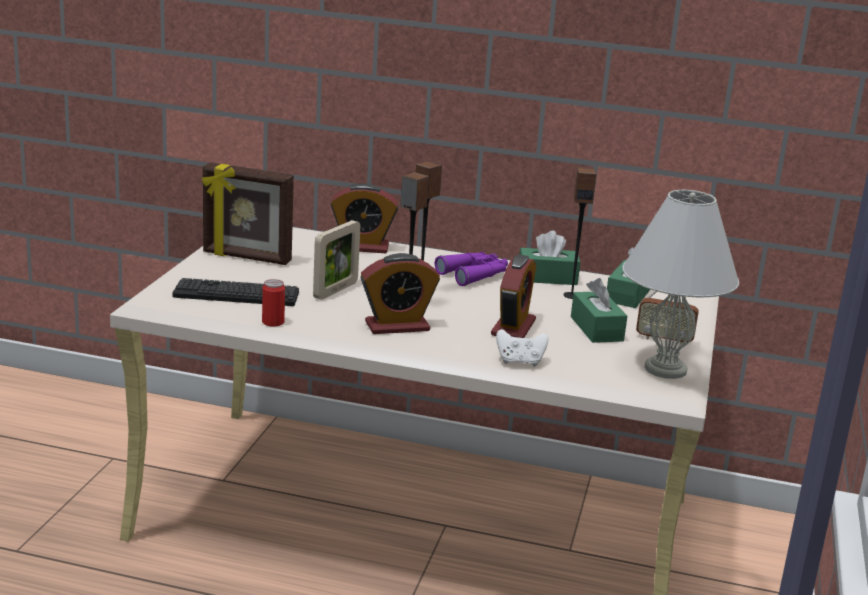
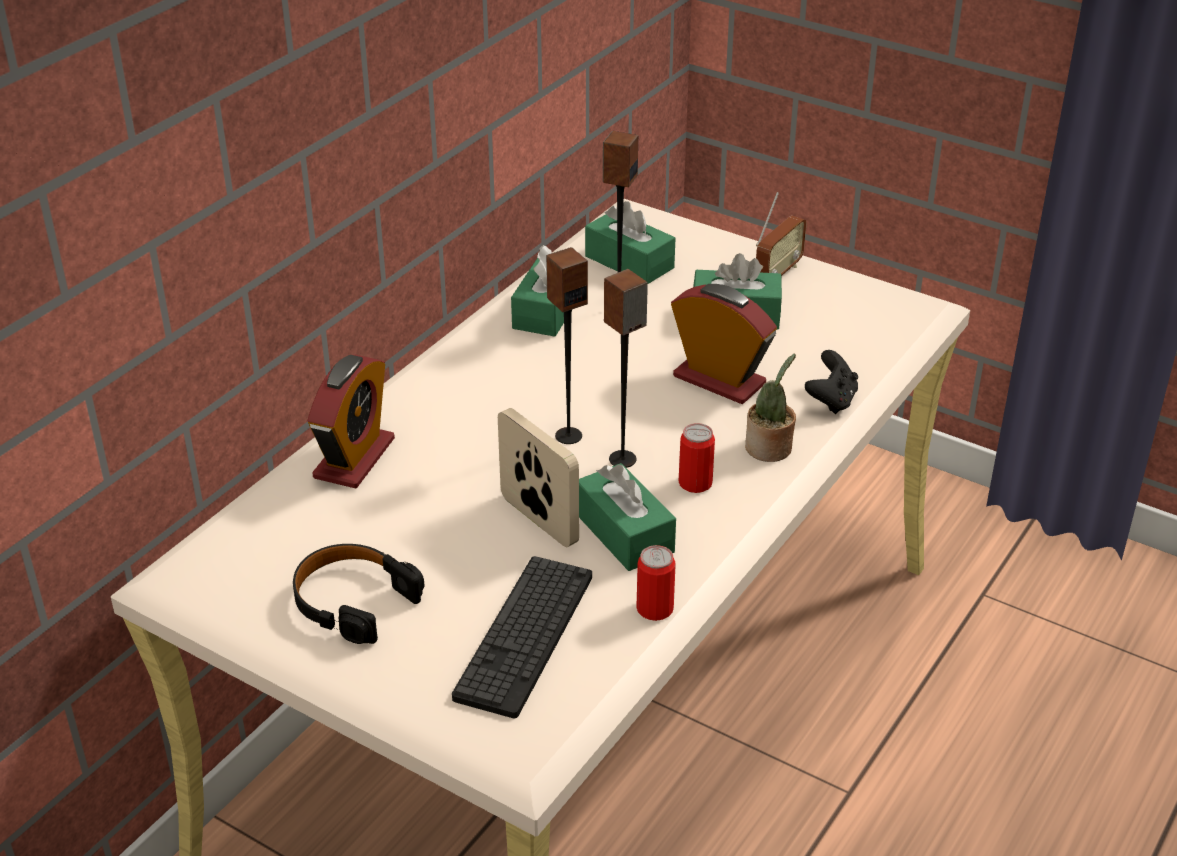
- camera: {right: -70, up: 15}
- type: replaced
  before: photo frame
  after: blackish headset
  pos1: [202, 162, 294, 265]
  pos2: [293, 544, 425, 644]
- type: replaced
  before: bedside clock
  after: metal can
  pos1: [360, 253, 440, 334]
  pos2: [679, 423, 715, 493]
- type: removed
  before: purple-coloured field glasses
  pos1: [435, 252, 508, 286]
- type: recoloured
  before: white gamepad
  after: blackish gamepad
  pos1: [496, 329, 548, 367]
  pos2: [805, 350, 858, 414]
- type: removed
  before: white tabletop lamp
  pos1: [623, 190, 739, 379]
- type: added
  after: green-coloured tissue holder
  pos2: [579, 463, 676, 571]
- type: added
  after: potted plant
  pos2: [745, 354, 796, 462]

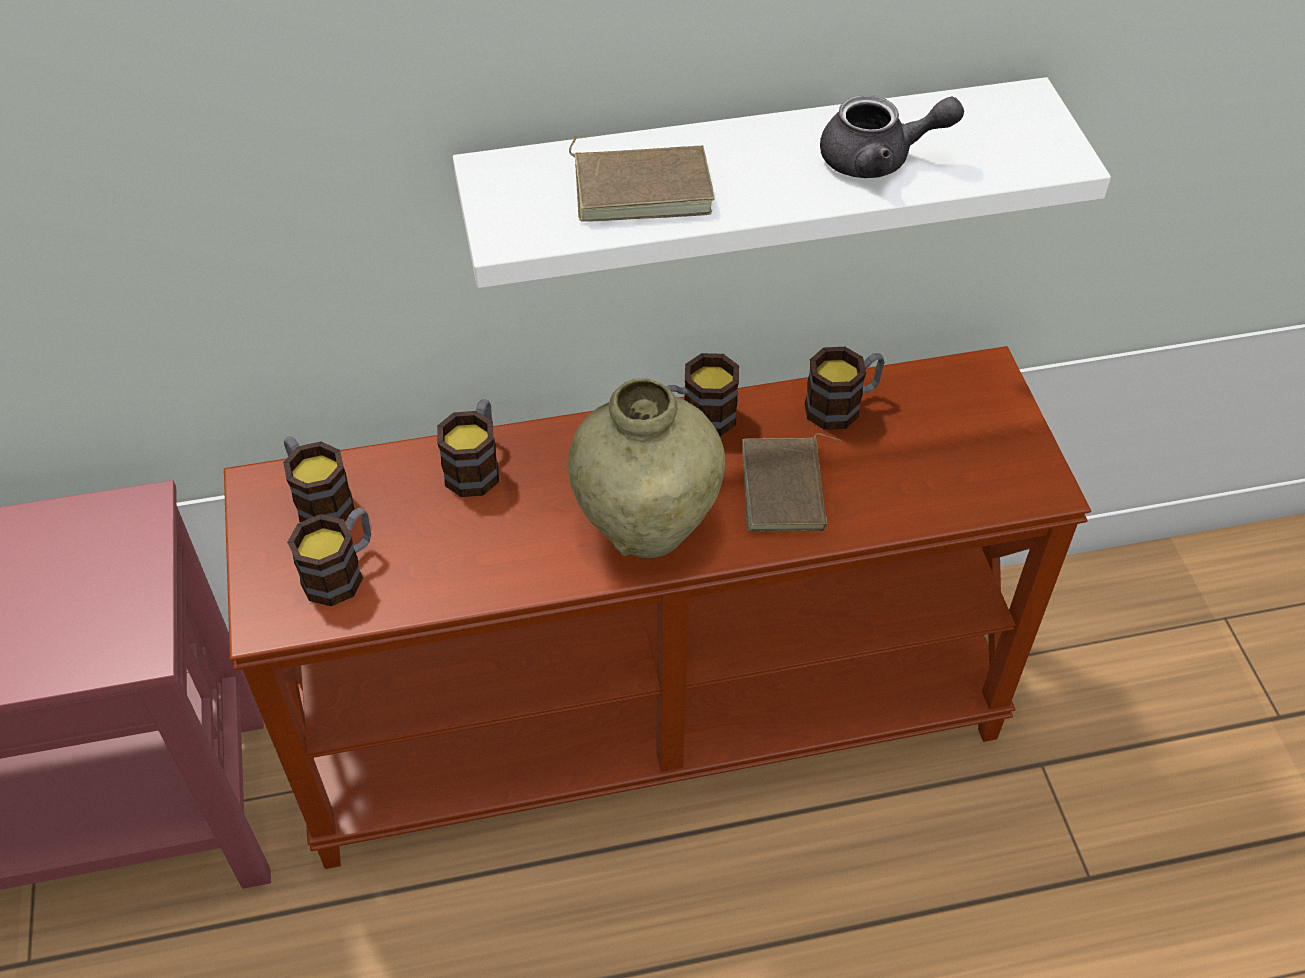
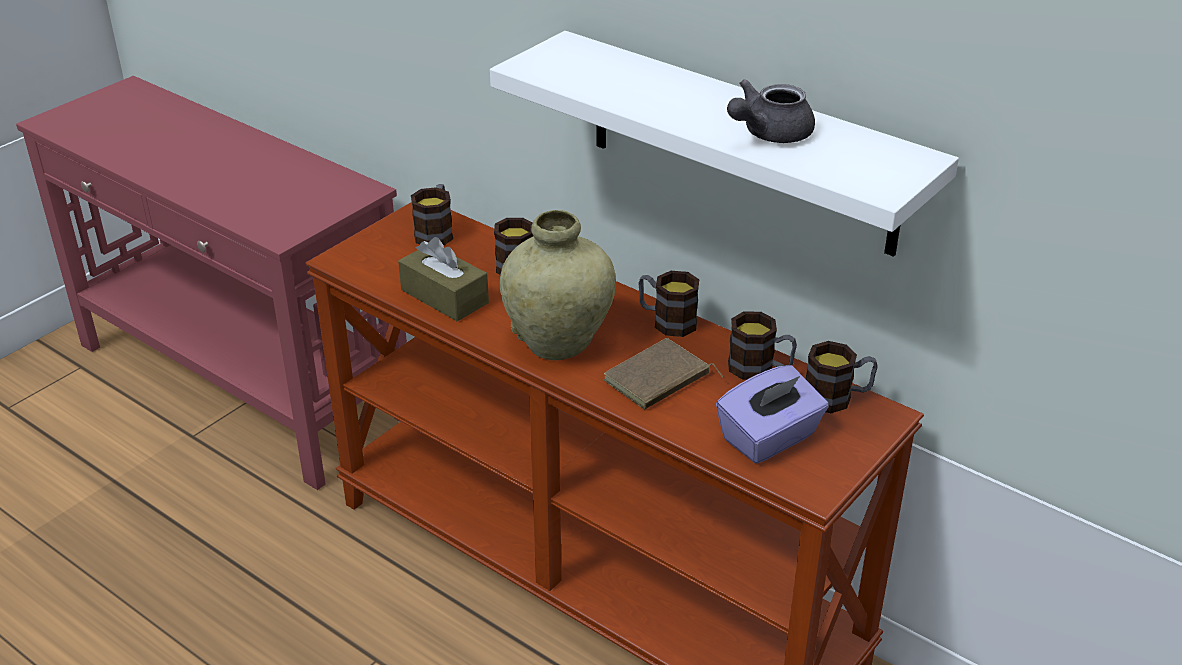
- camera: {right: 50, up: -15}
- type: moved
  before: coffee mug
  pos1: [287, 507, 371, 606]
  pos2: [806, 341, 878, 413]
- type: removed
  before: brown-coloured volume
  pos1: [569, 136, 715, 221]
- type: turned
  before: grey tea pot
  pos1: [820, 95, 964, 178]
  pos2: [727, 79, 815, 143]
  turn: 90
- type: added
  after: brown-coloured tissue holder
  pos2: [398, 237, 489, 321]
- type: added
  after: purple-coloured tissue holder
  pos2: [716, 365, 829, 464]

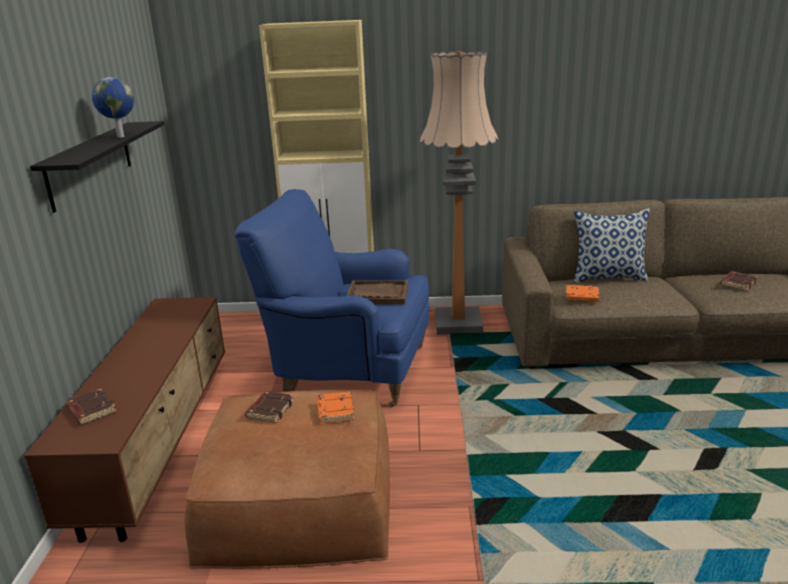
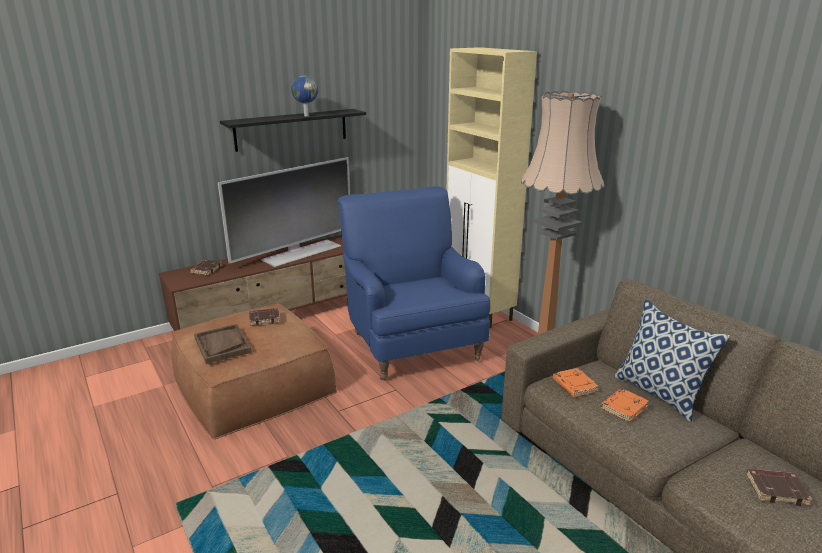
- camera: {right: 55, up: 0}
- type: moved
  before: orange volume
  pos1: [317, 391, 354, 423]
  pos2: [601, 389, 649, 422]
- type: moved
  before: brown-coloured serving tray
  pos1: [346, 280, 408, 305]
  pos2: [194, 324, 252, 364]
- type: added
  after: TV set
  pos2: [218, 157, 350, 267]

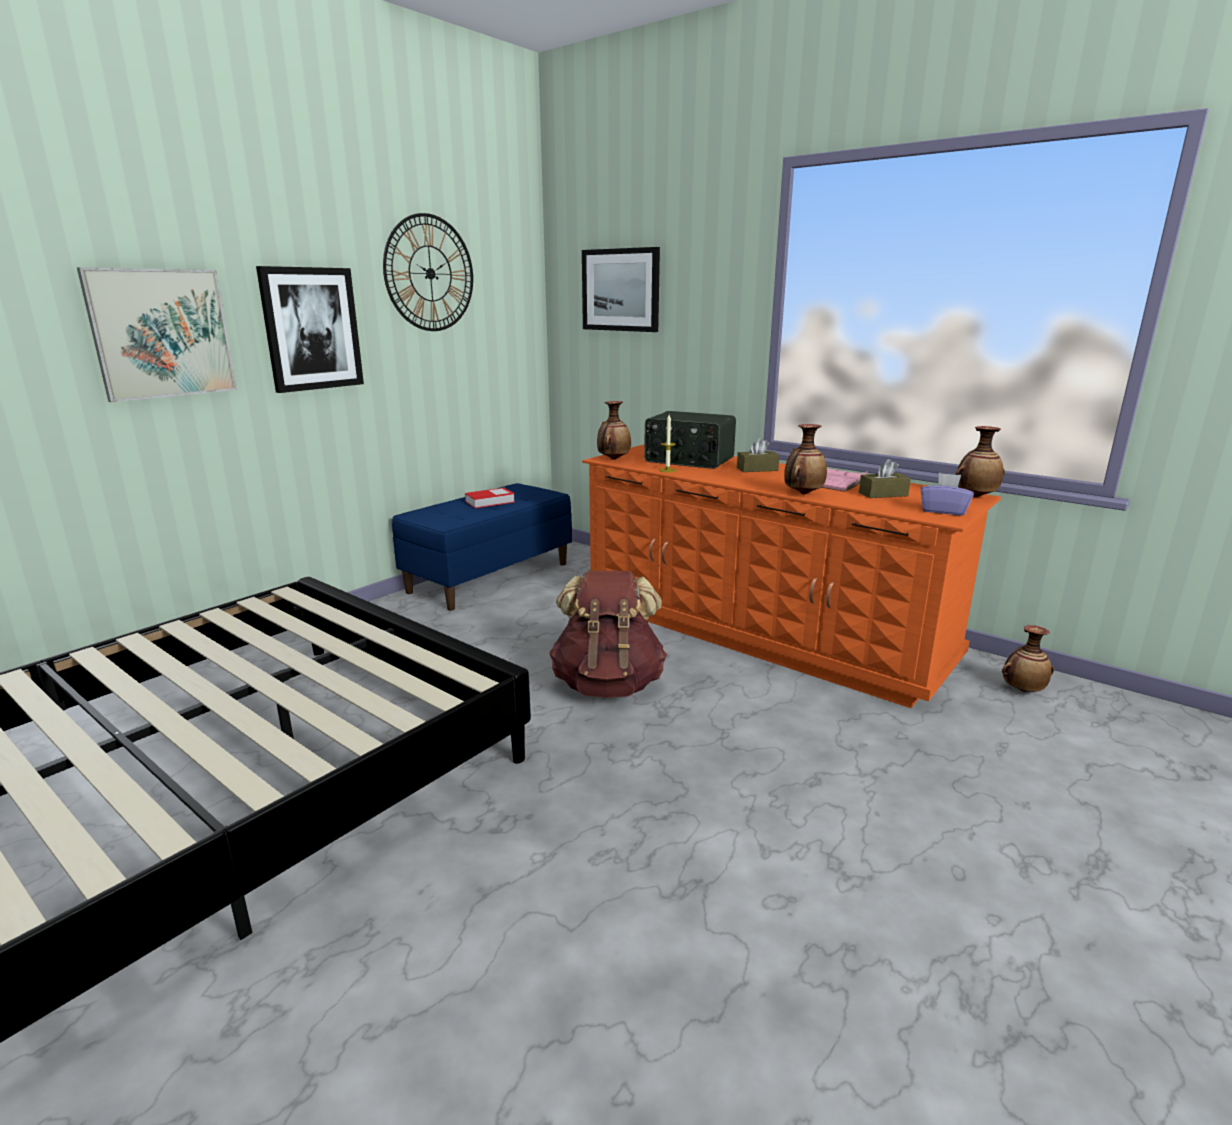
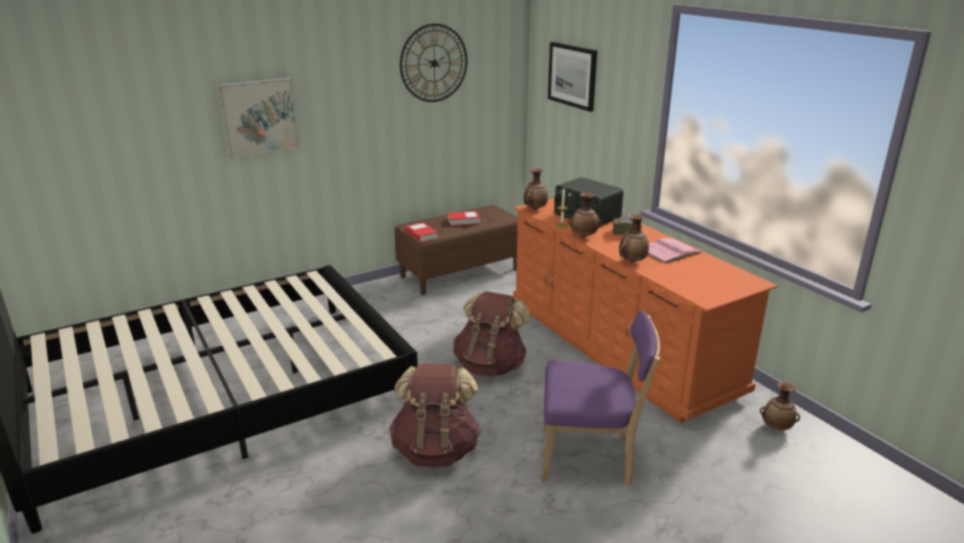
- camera: {right: 20, up: 5}
- type: removed
  before: wall art
  pos1: [256, 266, 364, 393]
- type: recoloured
  before: bluish indoor bench
  after: brown-coloured indoor bench
  pos1: [392, 483, 572, 611]
  pos2: [395, 205, 518, 295]
- type: removed
  before: brown-coloured tissue holder
  pos1: [859, 459, 911, 498]
- type: removed
  before: purple-coloured tissue holder
  pos1: [921, 473, 974, 516]
- type: moved
  before: vase
  pos1: [955, 426, 1005, 497]
  pos2: [568, 193, 602, 237]
- type: added
  after: brown-coloured rucksack
  pos2: [389, 363, 481, 467]
- type: added
  after: volume
  pos2: [406, 222, 438, 243]
- type: added
  after: purple-coloured upright chair
  pos2: [543, 310, 661, 485]

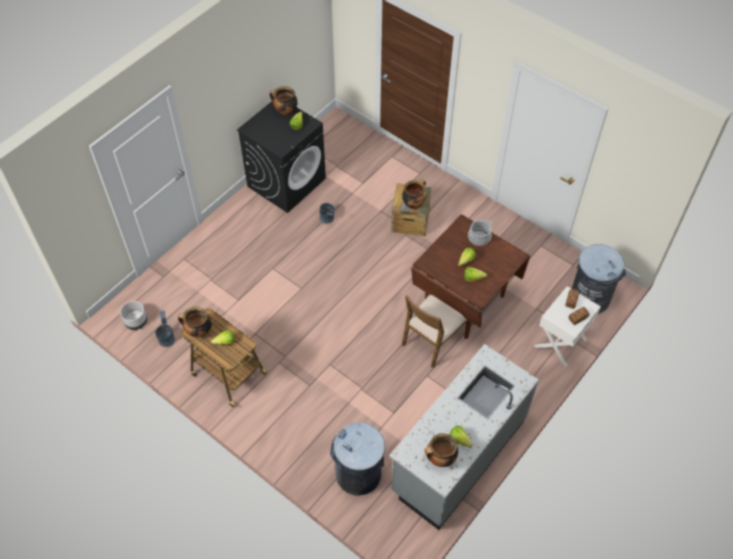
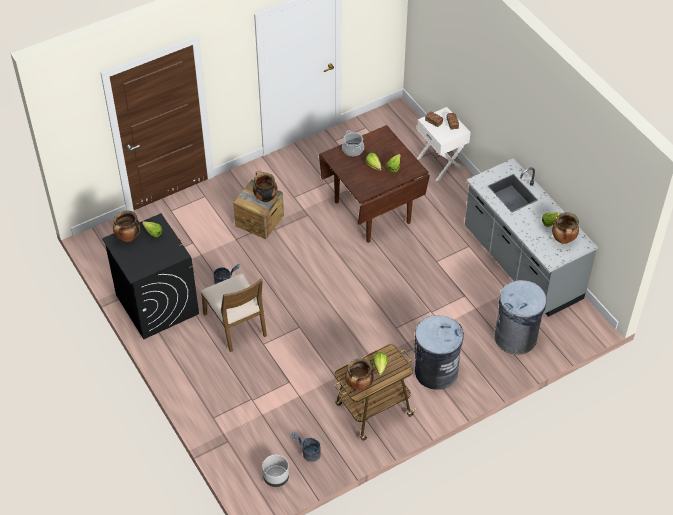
- camera: {right: -70, up: -5}
- type: moved
  before: brown-coloured upright chair
  pos1: [402, 295, 470, 368]
  pos2: [201, 273, 267, 352]
- type: moved
  before: grey rubbish bin
  pos1: [571, 244, 626, 314]
  pos2: [414, 315, 464, 390]

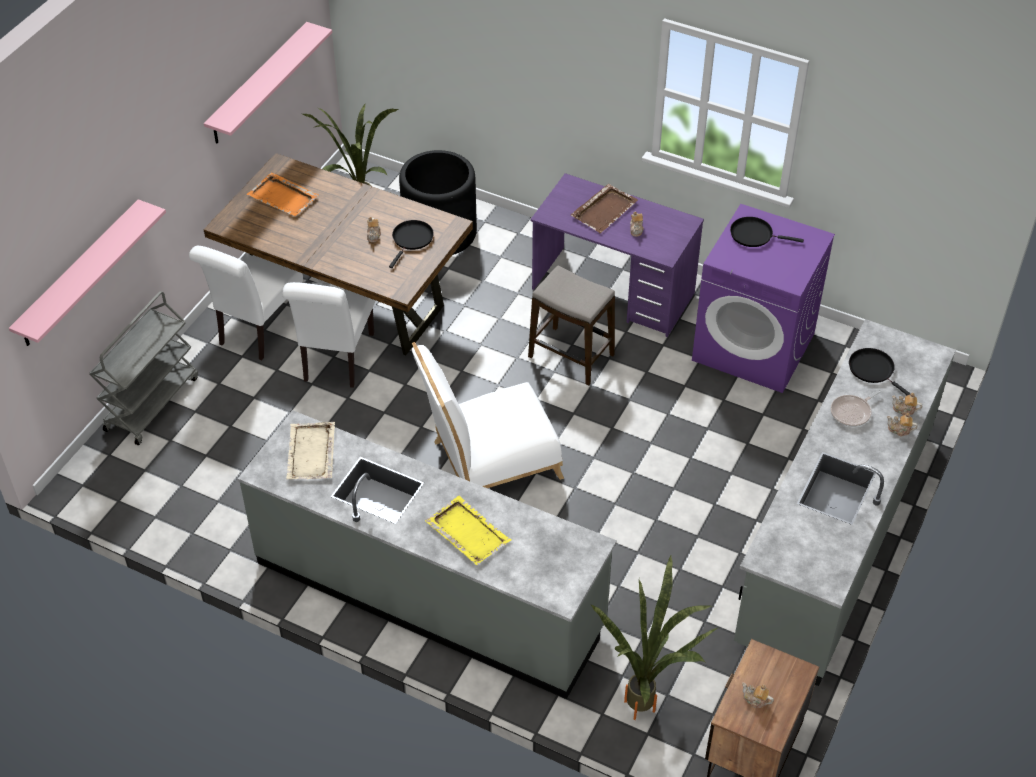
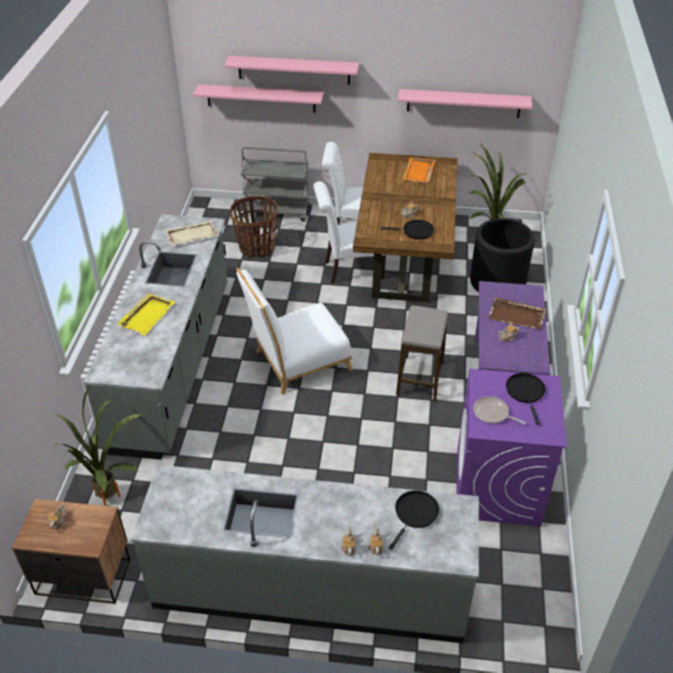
- camera: {right: 70, up: -5}
- type: turned
  before: white upright chair
  pos1: [411, 342, 564, 488]
  pos2: [236, 268, 353, 395]
  turn: -75
- type: moved
  before: frying pan
  pos1: [831, 389, 882, 427]
  pos2: [473, 396, 526, 424]
- type: added
  after: pink-coloured wall shelf
  pos2: [224, 56, 359, 85]
- type: added
  after: household basket
  pos2: [230, 196, 278, 258]

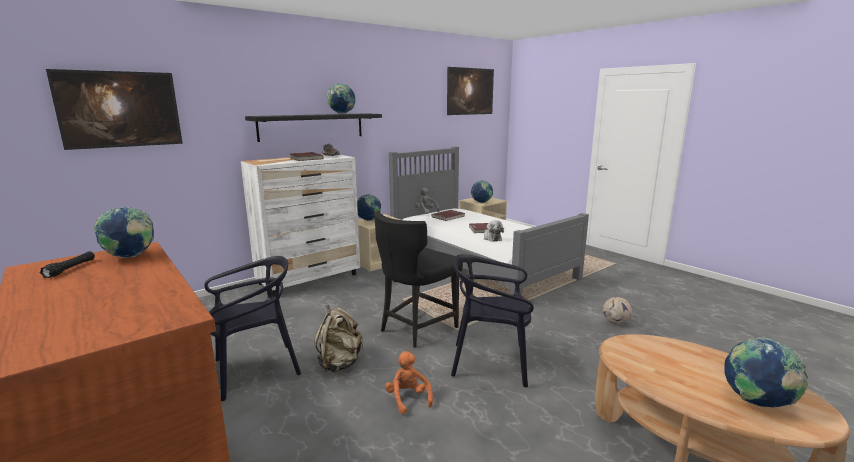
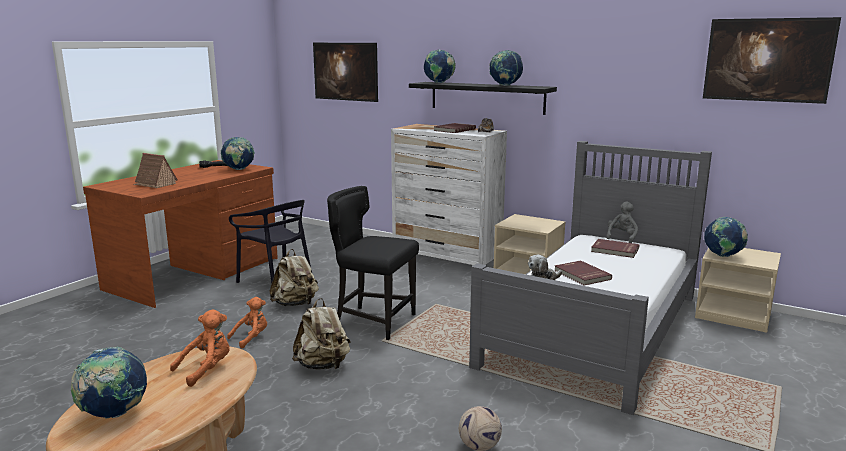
- camera: {right: 70, up: 0}
- type: moved
  before: desk globe
  pos1: [357, 194, 381, 221]
  pos2: [424, 49, 456, 83]
- type: replaced
  before: blackish upright chair
  after: sand-coloured rucksack
  pos1: [451, 254, 534, 387]
  pos2: [292, 298, 351, 370]
- type: added
  after: toy house
  pos2: [133, 153, 178, 188]
- type: added
  after: orange cuddly toy
  pos2: [170, 309, 230, 387]

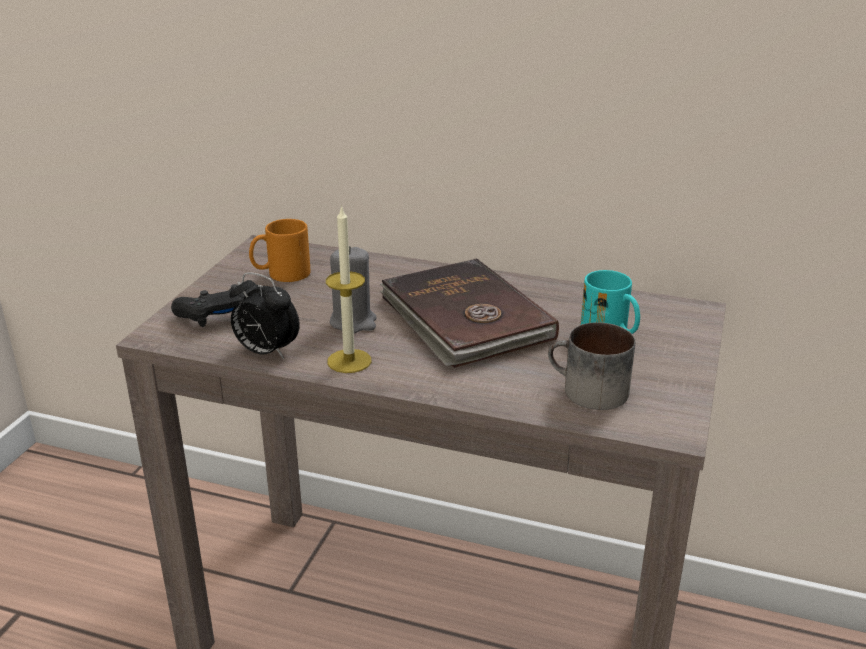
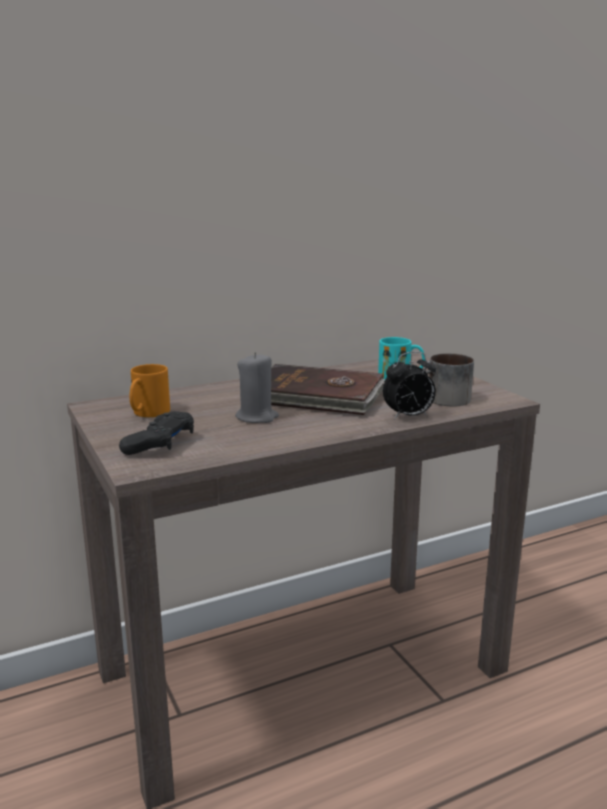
- camera: {right: -45, up: -10}
- type: moved
  before: bedside clock
  pos1: [230, 272, 300, 359]
  pos2: [383, 351, 436, 420]
- type: removed
  before: wax candle
  pos1: [326, 205, 372, 373]

